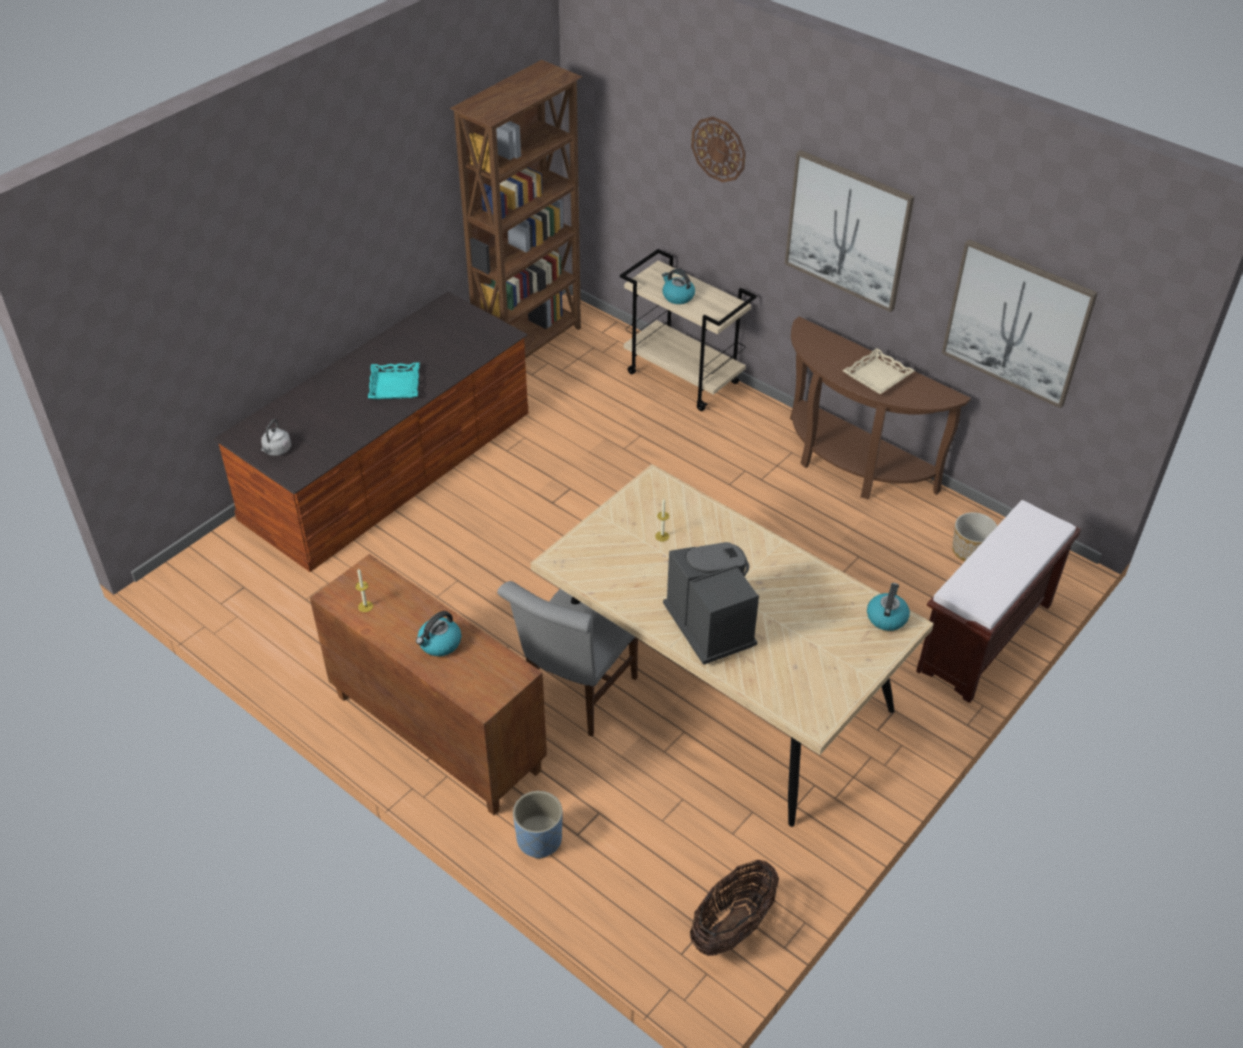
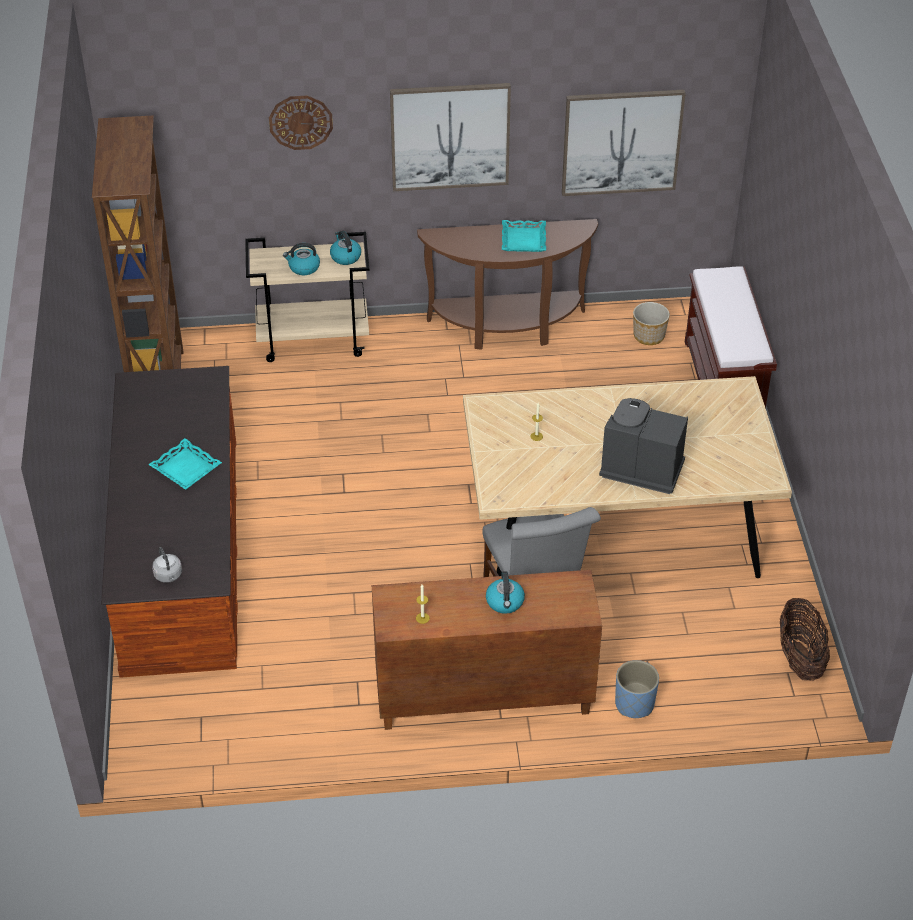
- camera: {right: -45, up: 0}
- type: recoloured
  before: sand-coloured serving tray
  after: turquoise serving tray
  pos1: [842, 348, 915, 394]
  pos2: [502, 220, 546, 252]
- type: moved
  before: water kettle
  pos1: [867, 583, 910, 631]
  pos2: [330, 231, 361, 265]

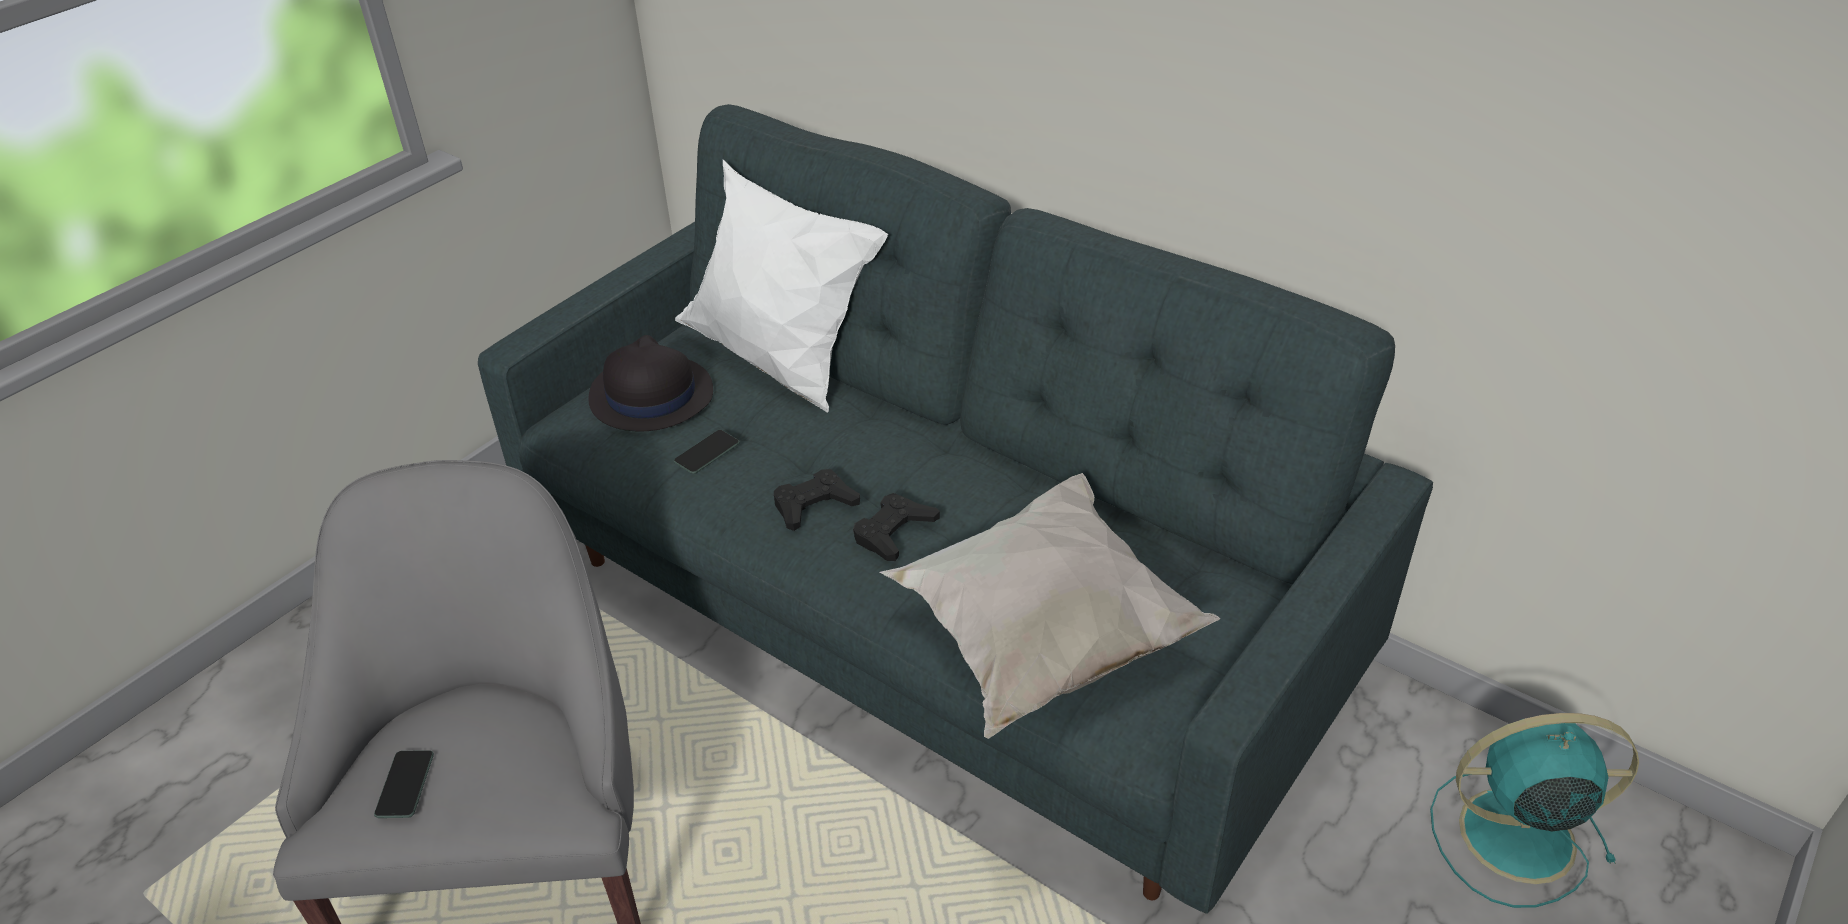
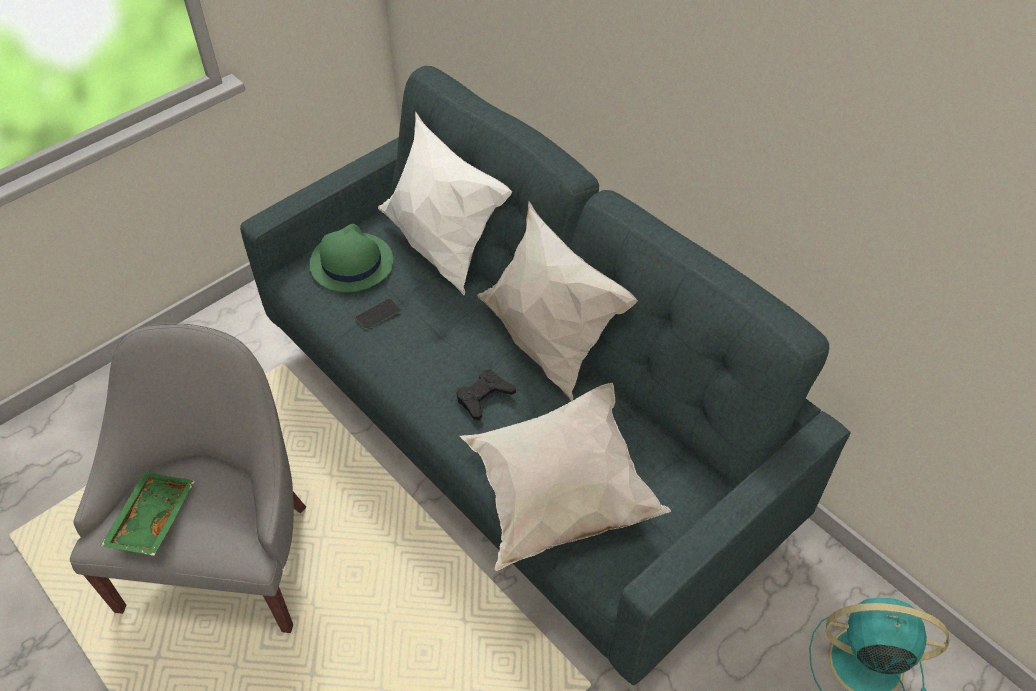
- camera: {right: 10, up: 10}
- type: replaced
  before: handset
  after: green-coloured serving tray
  pos1: [374, 750, 434, 818]
  pos2: [100, 471, 195, 556]
- type: recoloured
  before: blackish hat
  after: green-coloured hat
  pos1: [589, 335, 713, 431]
  pos2: [310, 224, 393, 292]
- type: removed
  before: blackish gamepad
  pos1: [774, 469, 860, 531]
- type: added
  after: white throw pillow
  pos2: [478, 201, 638, 401]

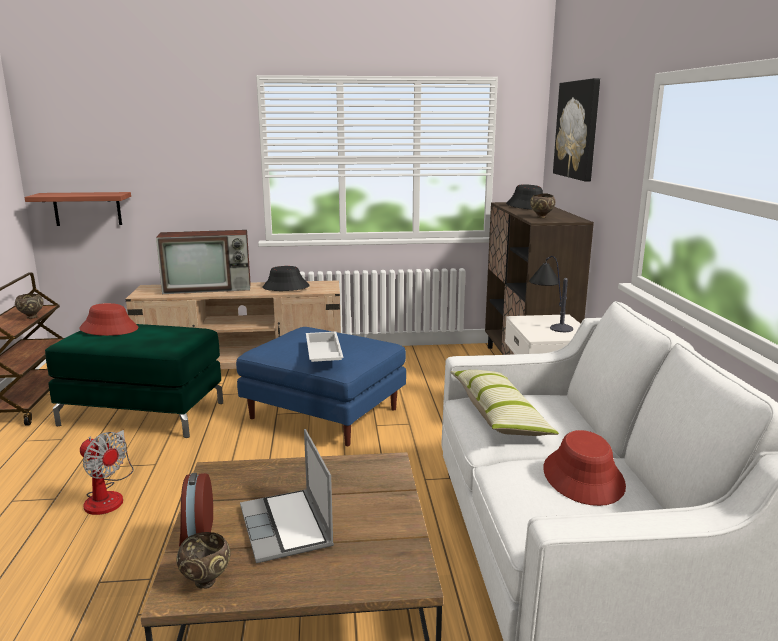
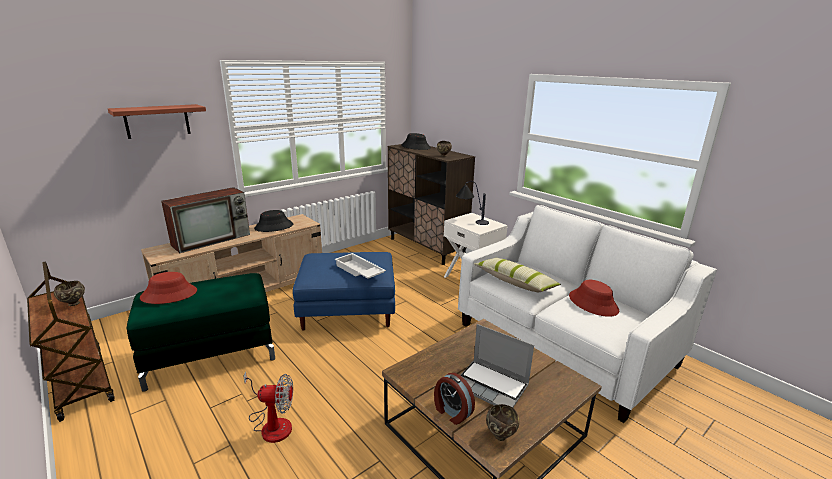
- camera: {right: -35, up: 5}
- type: moved
  before: wall shelf
  pos1: [24, 192, 131, 226]
  pos2: [108, 104, 206, 139]
- type: removed
  before: wall art
  pos1: [553, 78, 600, 181]

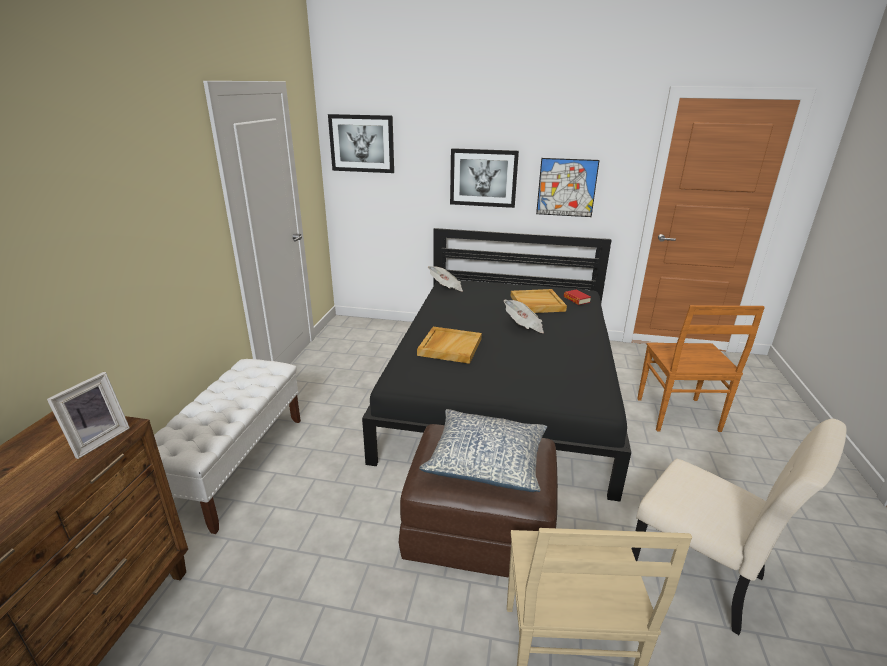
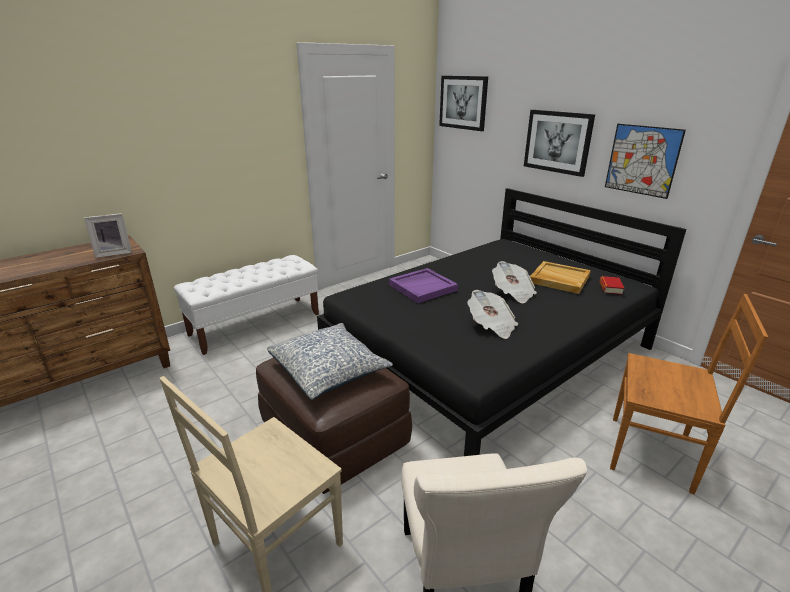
- camera: {right: 40, up: 0}
- type: recoloured
  before: sand-coloured serving tray
  after: purple-coloured serving tray
  pos1: [417, 327, 482, 364]
  pos2: [389, 268, 458, 303]
- type: moved
  before: newspaper
  pos1: [428, 266, 463, 291]
  pos2: [467, 290, 518, 339]
- type: turned
  before: brown-coloured upright chair
  pos1: [637, 305, 765, 432]
  pos2: [610, 294, 768, 494]
  turn: -105

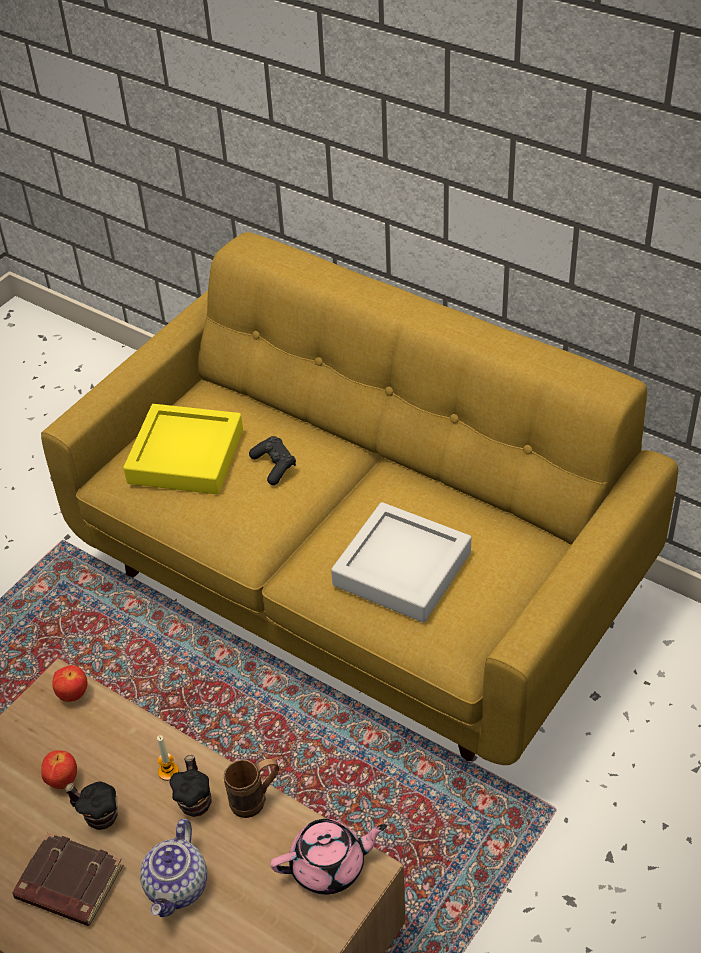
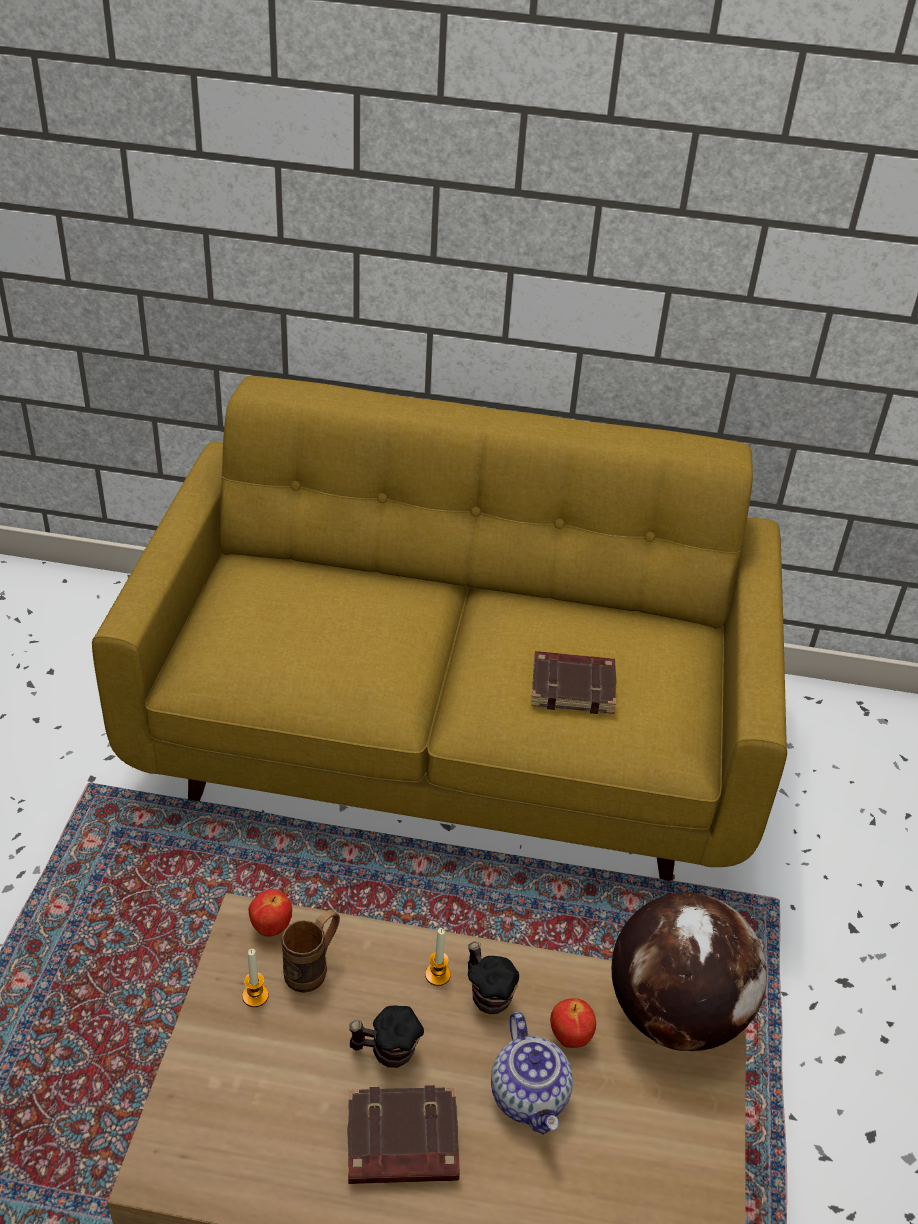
- camera: {right: -30, up: -5}
- type: moved
  before: whole apple
  pos1: [41, 750, 77, 789]
  pos2: [550, 998, 596, 1048]
- type: removed
  before: yellow serving tray
  pos1: [123, 404, 243, 494]
- type: moved
  before: brown-coloured coffee mug
  pos1: [224, 759, 279, 818]
  pos2: [281, 910, 340, 993]
- type: removed
  before: blackish gamepad
  pos1: [249, 436, 296, 485]
- type: replaced
  before: pink-coloured tea pot
  after: desk globe
  pos1: [270, 819, 387, 895]
  pos2: [612, 892, 767, 1051]
- type: replaced
  before: grey serving tray
  after: brown-coloured volume
  pos1: [331, 502, 471, 623]
  pos2: [531, 651, 617, 714]
- type: added
  after: wax candle
  pos2: [242, 949, 269, 1007]

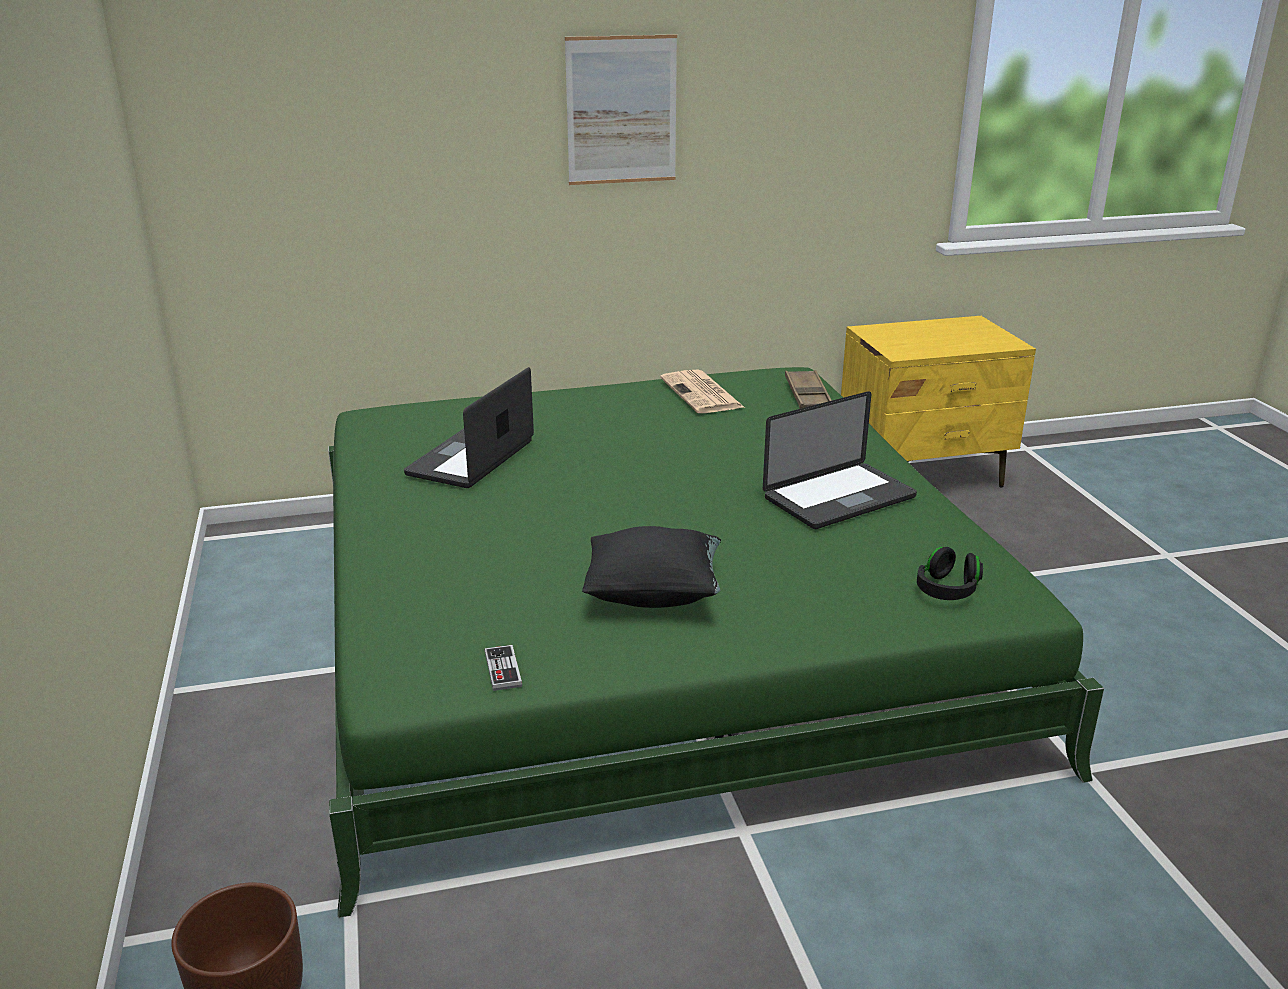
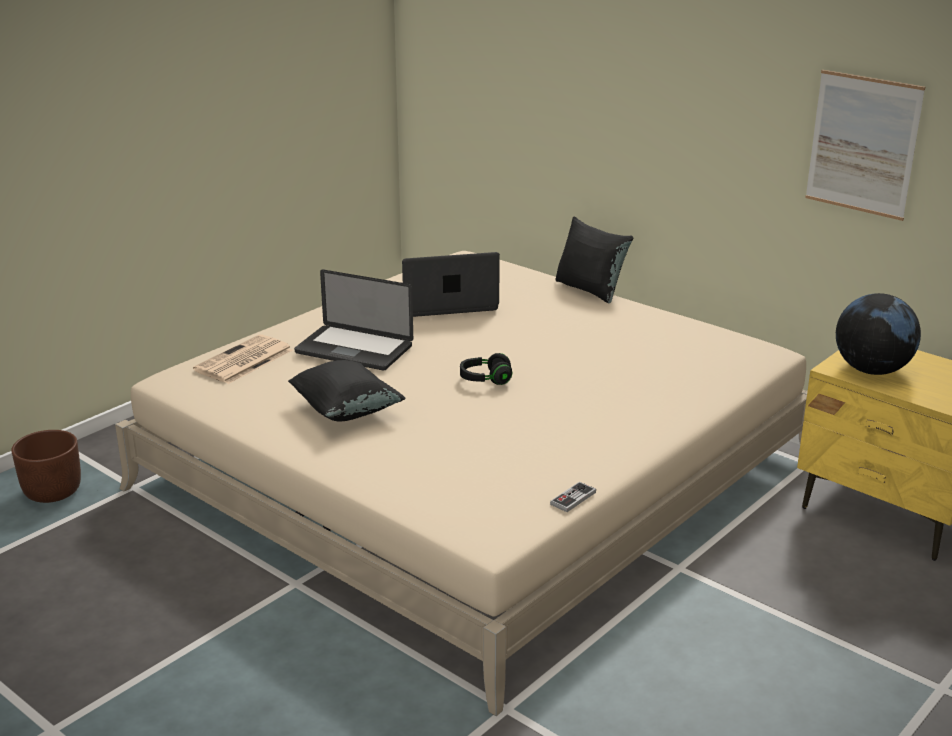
- camera: {right: 55, up: 0}
- type: recoloured
  before: green-coloured bedroom bed
  after: sand-coloured bedroom bed
  pos1: [328, 367, 1104, 918]
  pos2: [115, 251, 808, 716]
- type: moved
  before: gamepad
  pos1: [484, 645, 522, 691]
  pos2: [550, 482, 596, 512]
- type: moved
  before: wall art
  pos1: [565, 34, 677, 185]
  pos2: [805, 70, 925, 221]
- type: moved
  before: newspaper
  pos1: [660, 370, 745, 413]
  pos2: [193, 334, 293, 384]
- type: moved
  before: notebook computer
  pos1: [763, 391, 917, 529]
  pos2: [294, 270, 413, 371]
- type: removed
  before: brown-coloured serving tray
  pos1: [785, 370, 832, 409]
- type: moved
  before: blackish headset
  pos1: [917, 547, 983, 600]
  pos2: [460, 353, 512, 385]
- type: added
  after: blackish throw pillow
  pos2: [555, 217, 633, 303]
- type: added
  after: desk globe
  pos2: [836, 293, 921, 375]

